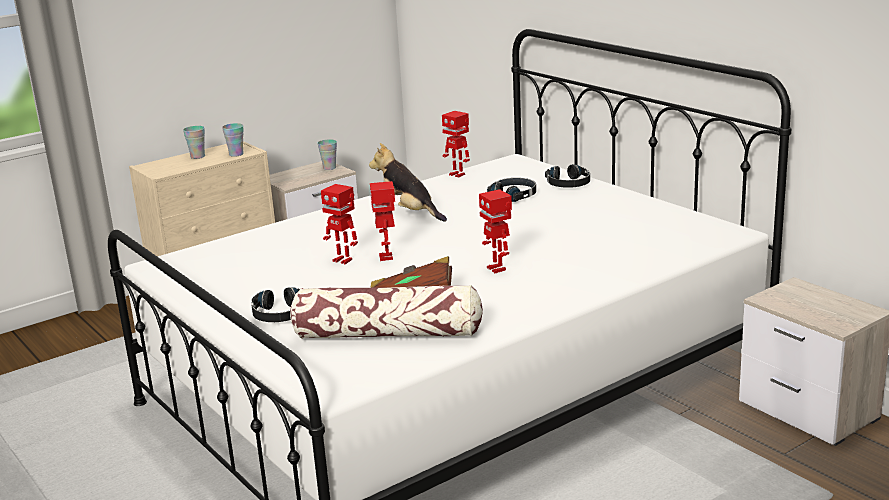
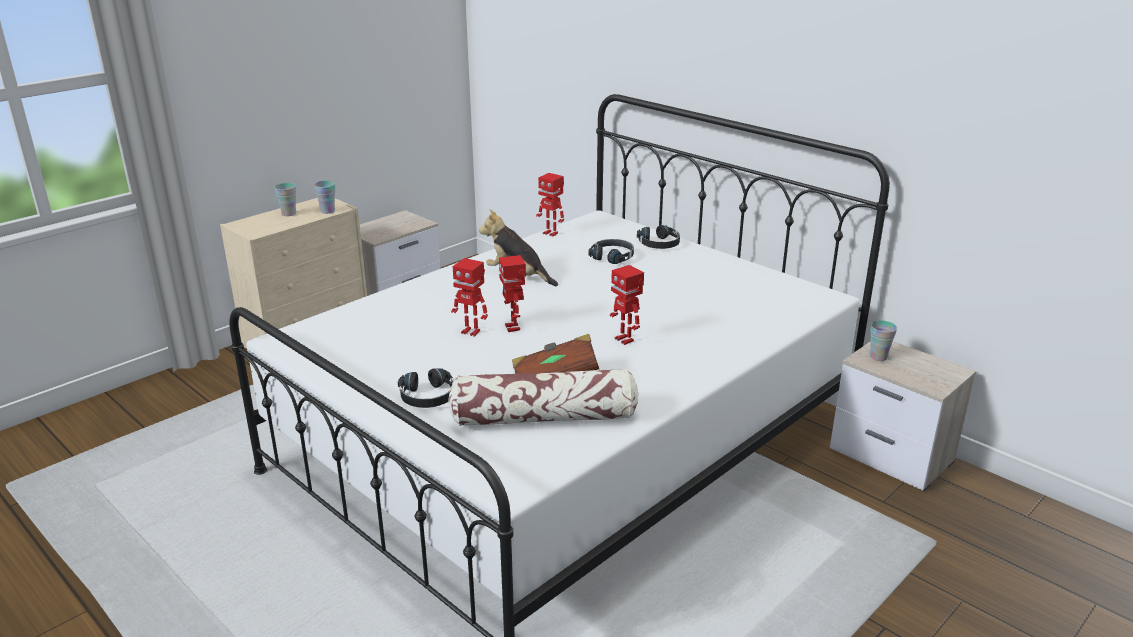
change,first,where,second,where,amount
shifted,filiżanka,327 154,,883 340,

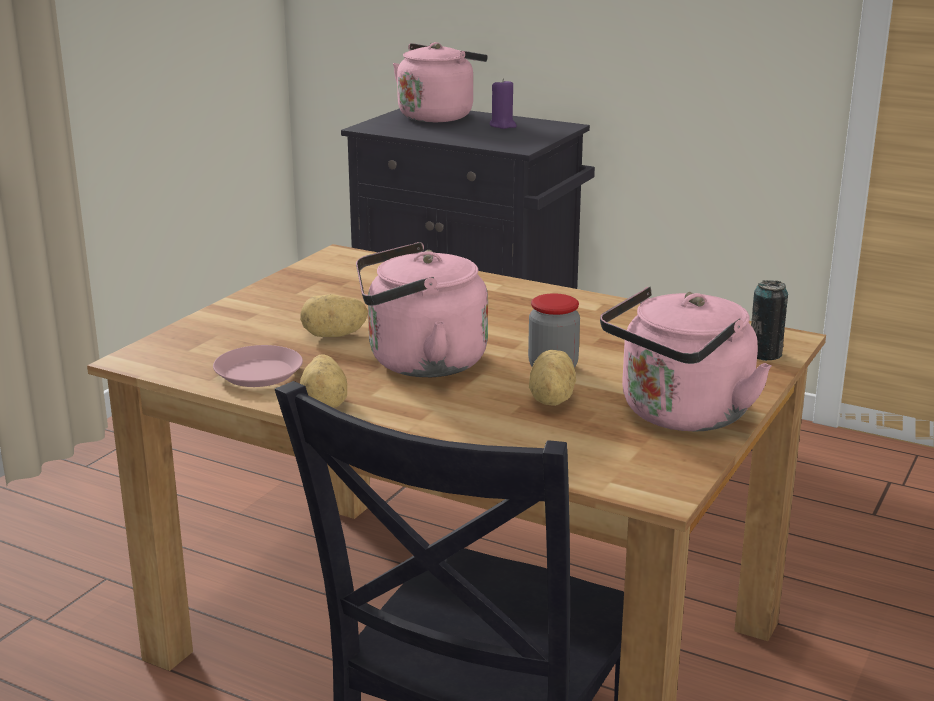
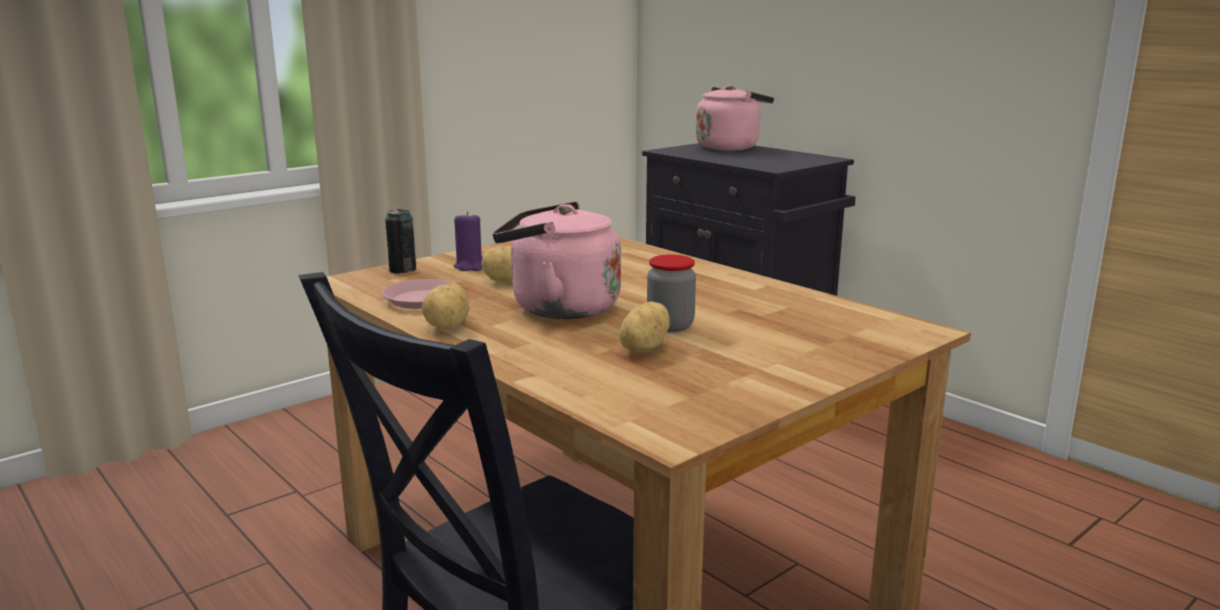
change,first,where,second,where,amount
shifted,świeca/fioletowy,503 103,,467 241,
gone,czajnik/różowy,685 358,,,
shifted,puszka,769 320,,400 241,

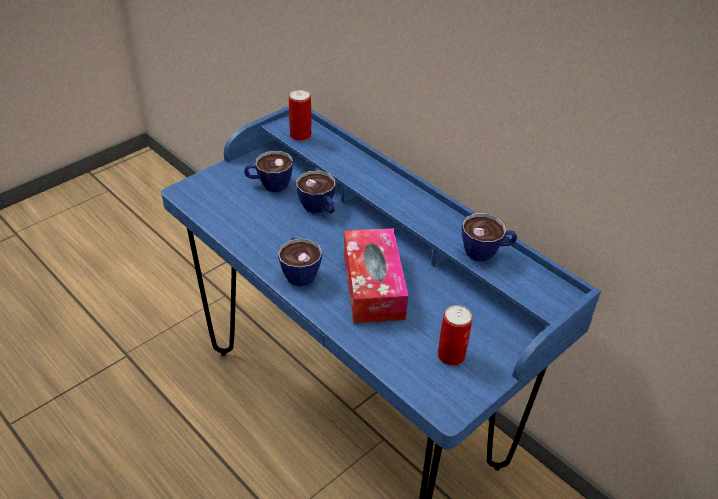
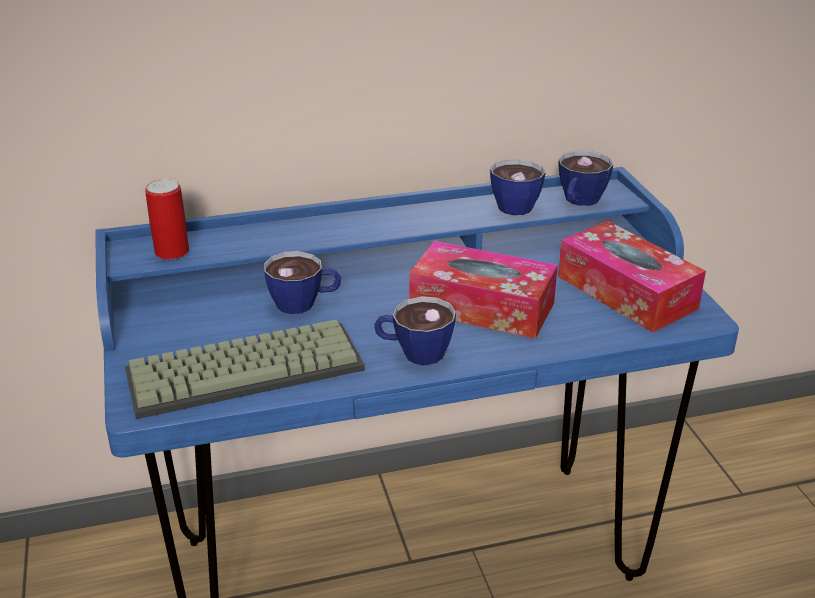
change,first,where,second,where,amount
shifted,filiżanka,268 171,,586 178,
swapped,puszka,455 335,pudełko chusteczek,632 276,
new,,,klawiatura,245 369,

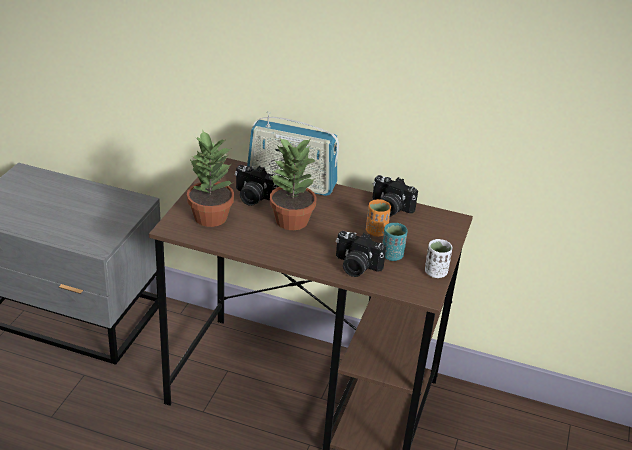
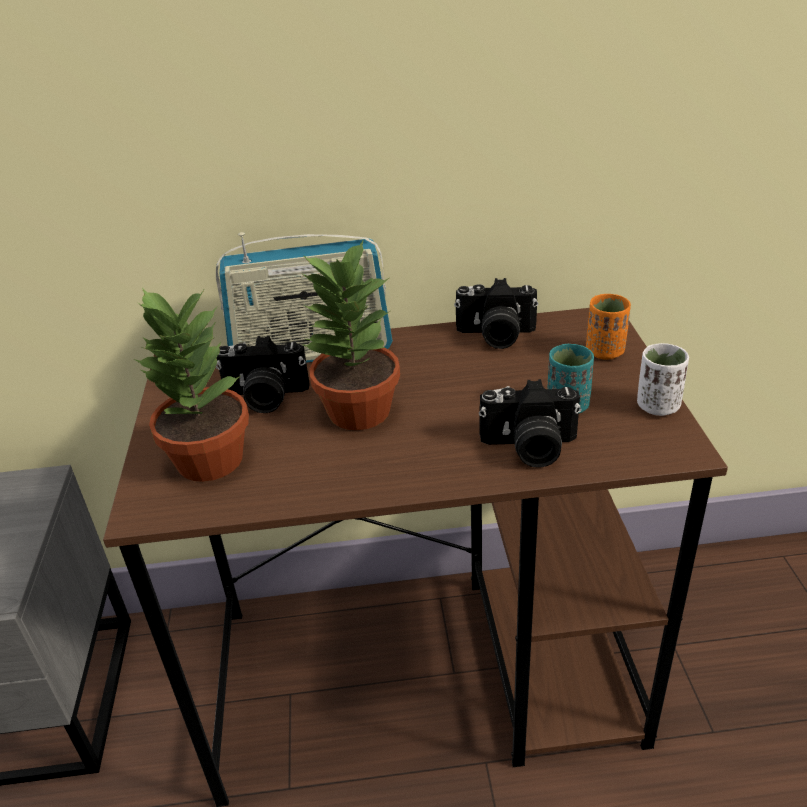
change,first,where,second,where,amount
shifted,filiżanka/pomarańczowy,378 218,,608 327,

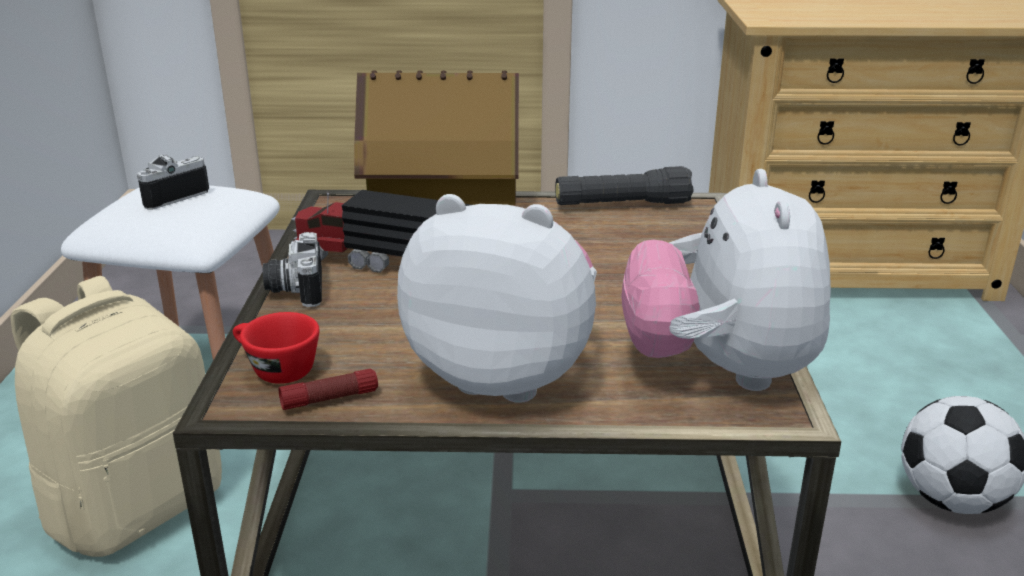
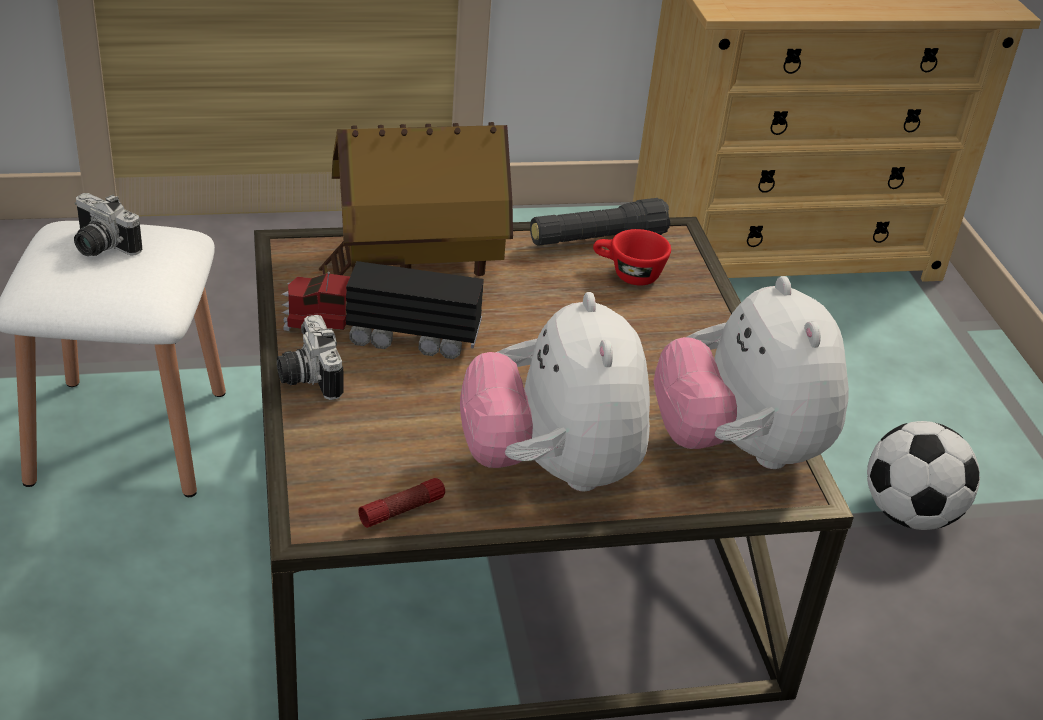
change,first,where,second,where,amount
gone,plecak/beżowy,116 416,,,
rotated,aparat fotograficzny,173 182,,108 224,90 degrees counterclockwise
shifted,filiżanka/czerwony,276 348,,632 257,
rotated,pluszak,497 298,,555 391,105 degrees counterclockwise

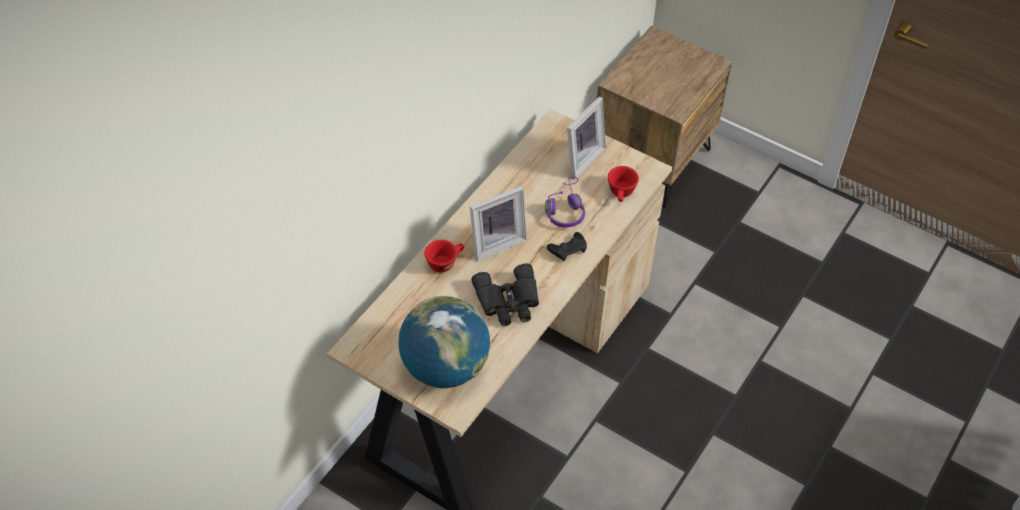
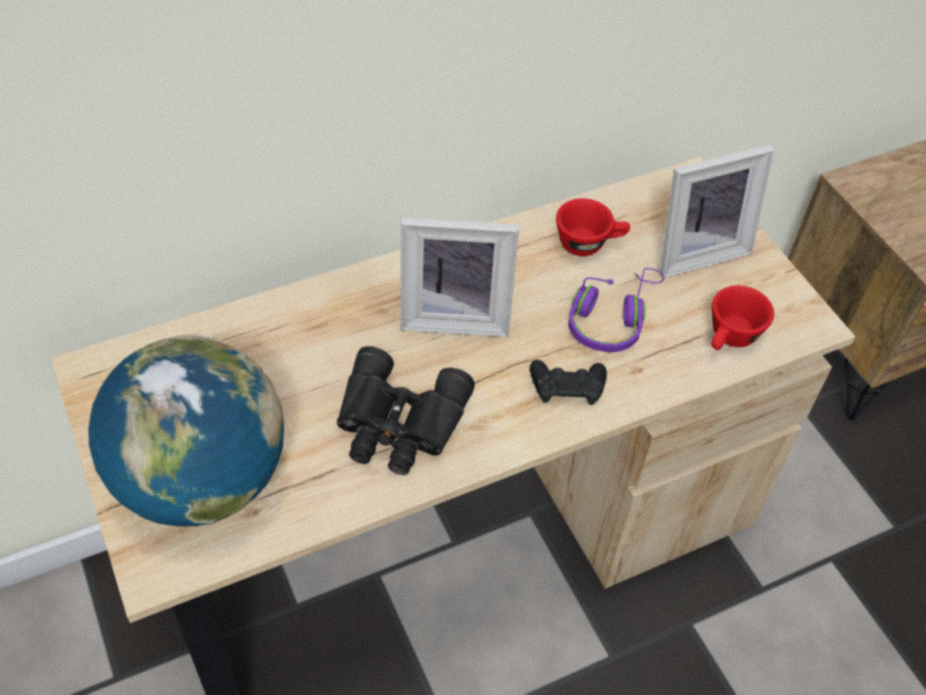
change,first,where,second,where,amount
shifted,filiżanka/czerwony,444 256,,593 227,

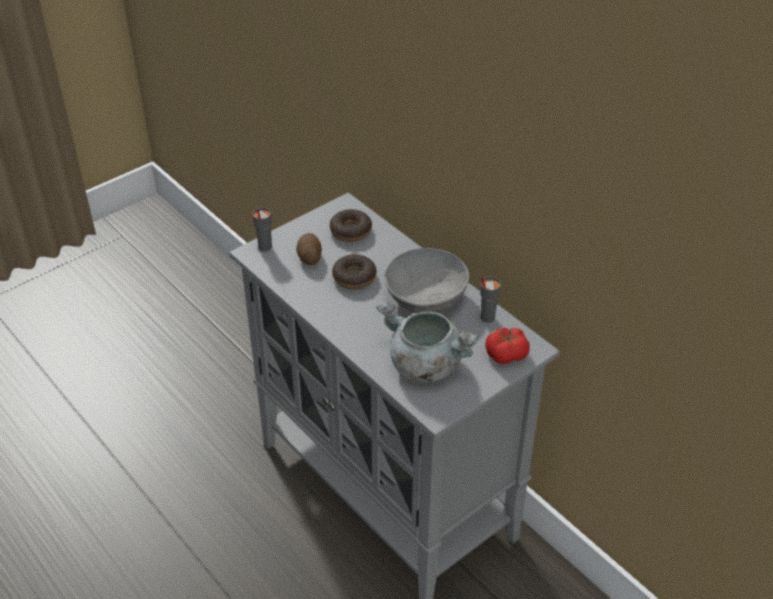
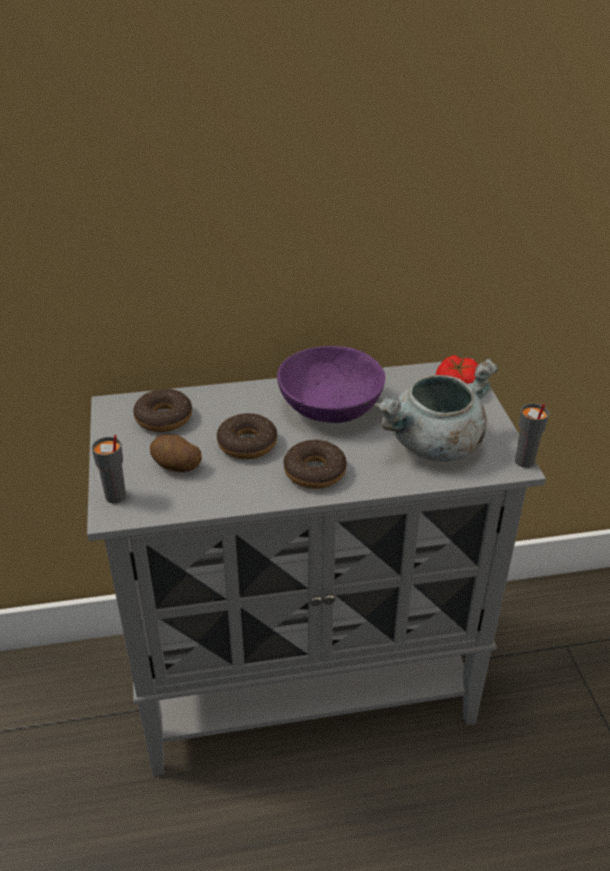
change,first,where,second,where,amount
repainted,miska/szary,426 280,miska/fioletowy,331 384,
shifted,filiżanka/szary,490 299,,532 435,
new,,,donut,315 464,

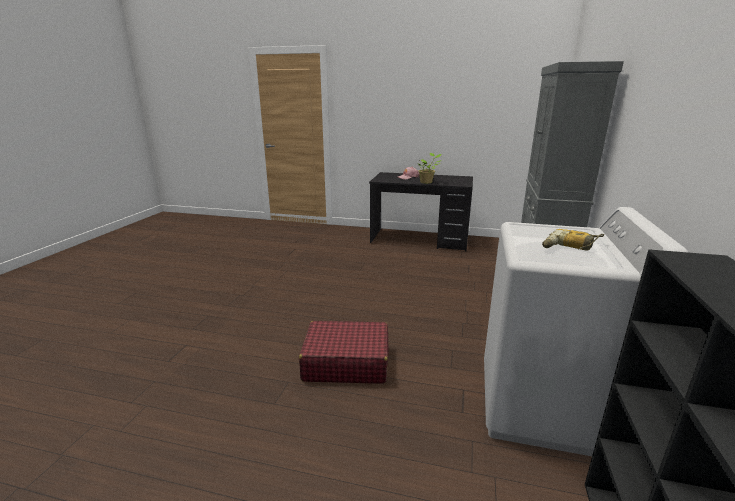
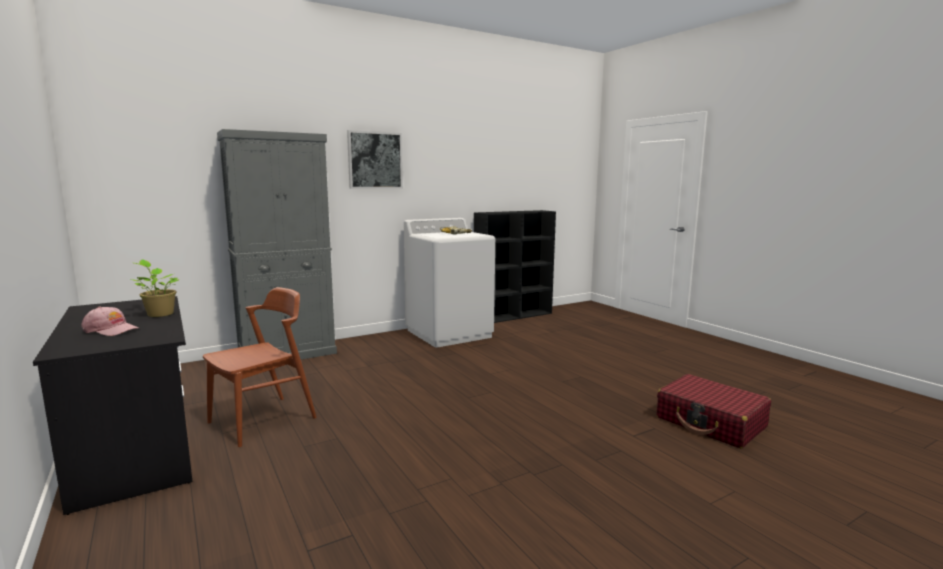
change,first,where,second,where,amount
shifted,walizka/czerwony,343 352,,713 411,
new,,,krzesło/brązowy,260 367,
new,,,obraz,375 159,

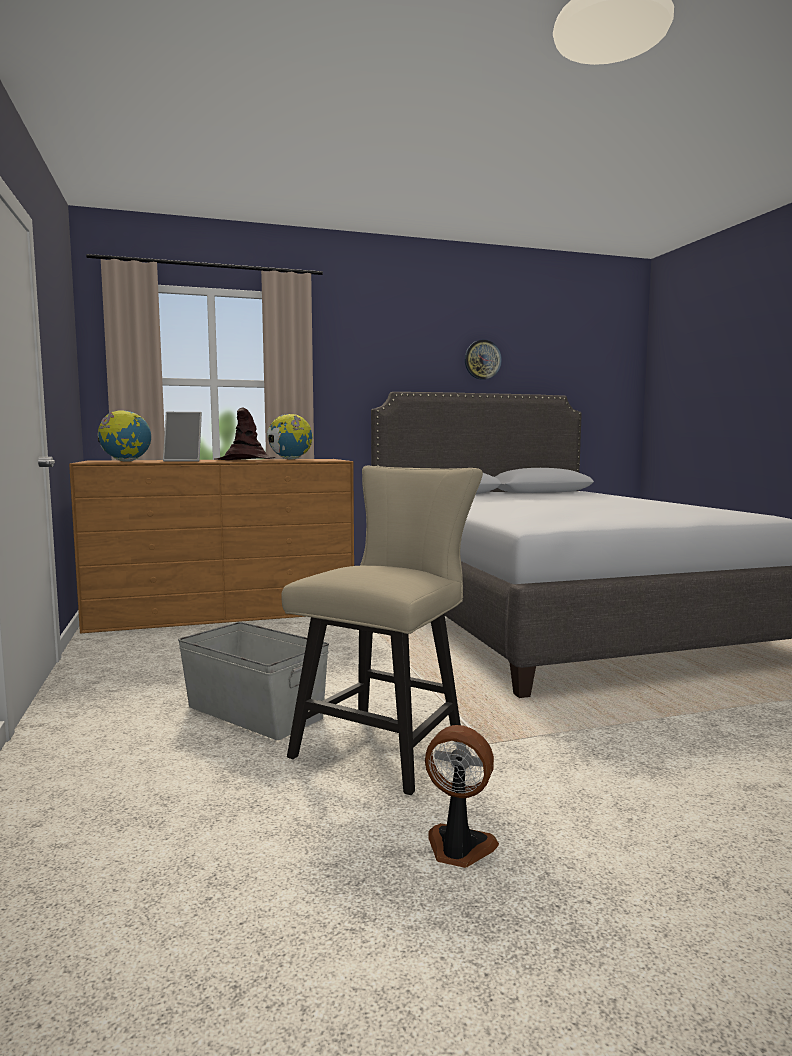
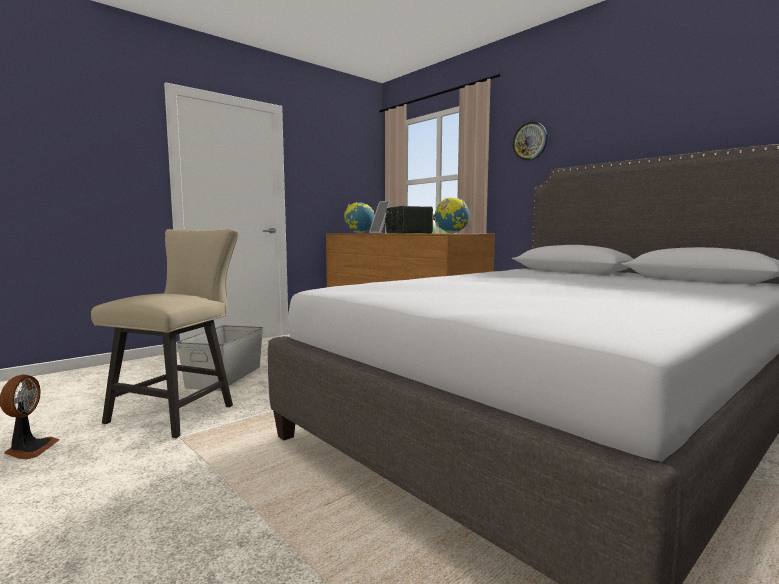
change,first,where,second,where,amount
swapped,kapelusz/brązowy,244 433,radio,409 219,
rotated,krzesło/beżowy,382 630,,165 333,75 degrees counterclockwise
shifted,zegar ścienny,483 359,,530 141,

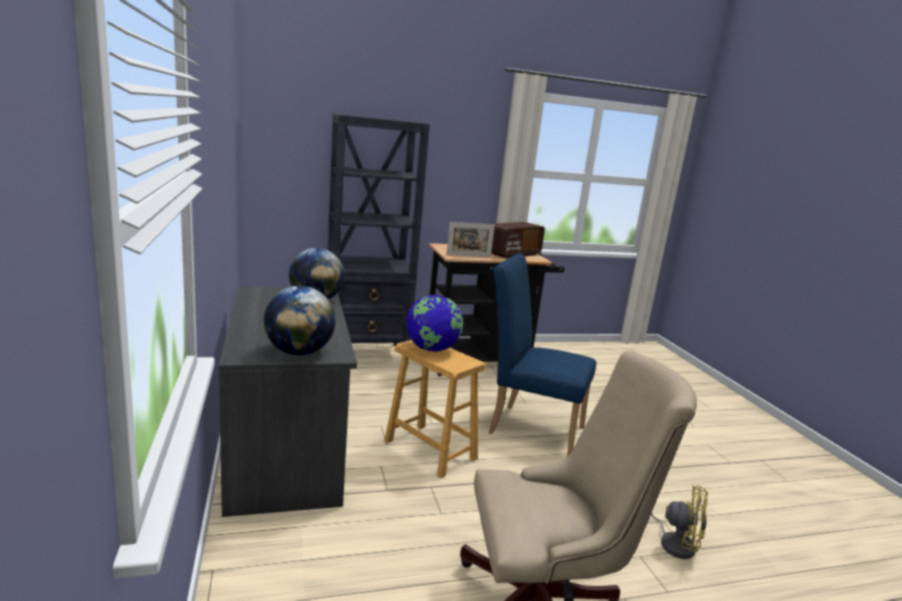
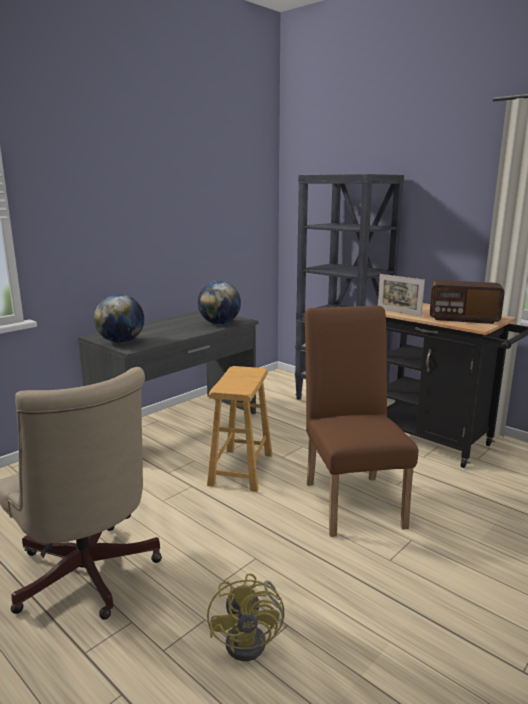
change,first,where,second,where,amount
gone,globus,434 323,,,
repainted,krzesło/niebieski,542 355,krzesło/brązowy,362 421,

